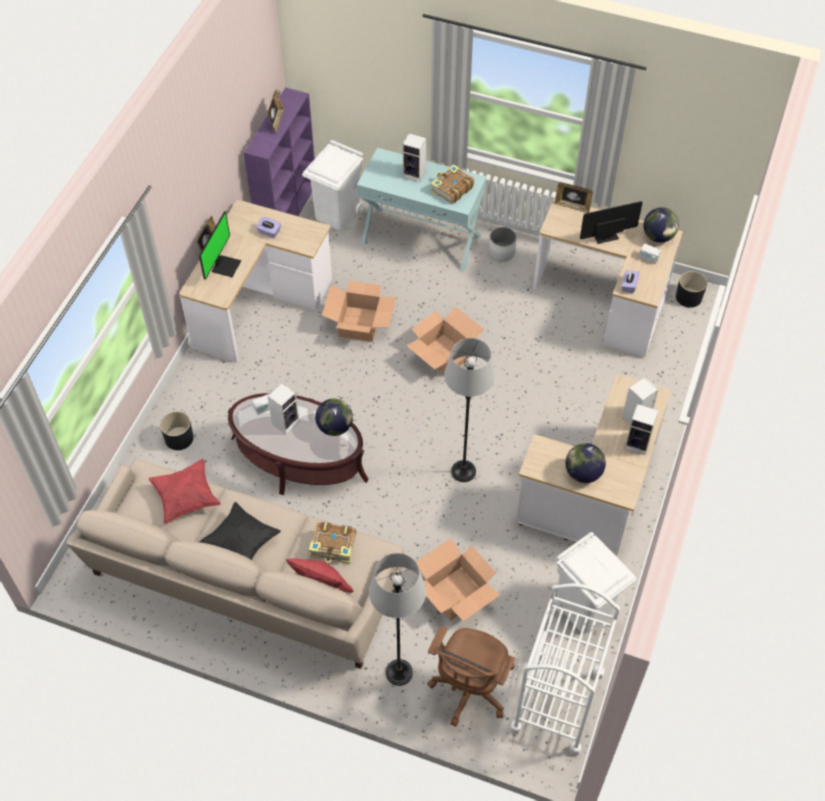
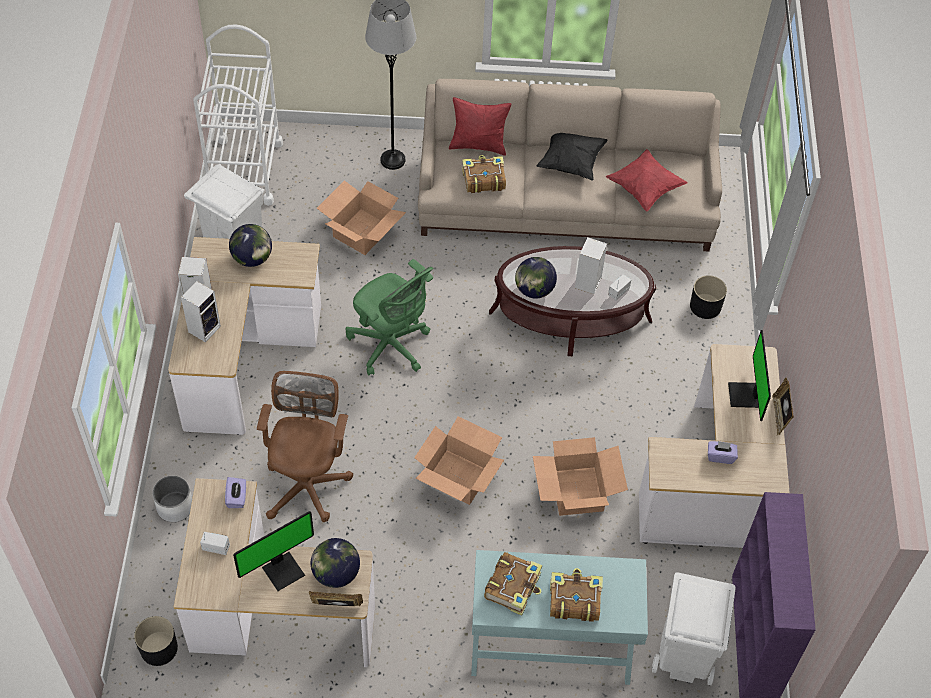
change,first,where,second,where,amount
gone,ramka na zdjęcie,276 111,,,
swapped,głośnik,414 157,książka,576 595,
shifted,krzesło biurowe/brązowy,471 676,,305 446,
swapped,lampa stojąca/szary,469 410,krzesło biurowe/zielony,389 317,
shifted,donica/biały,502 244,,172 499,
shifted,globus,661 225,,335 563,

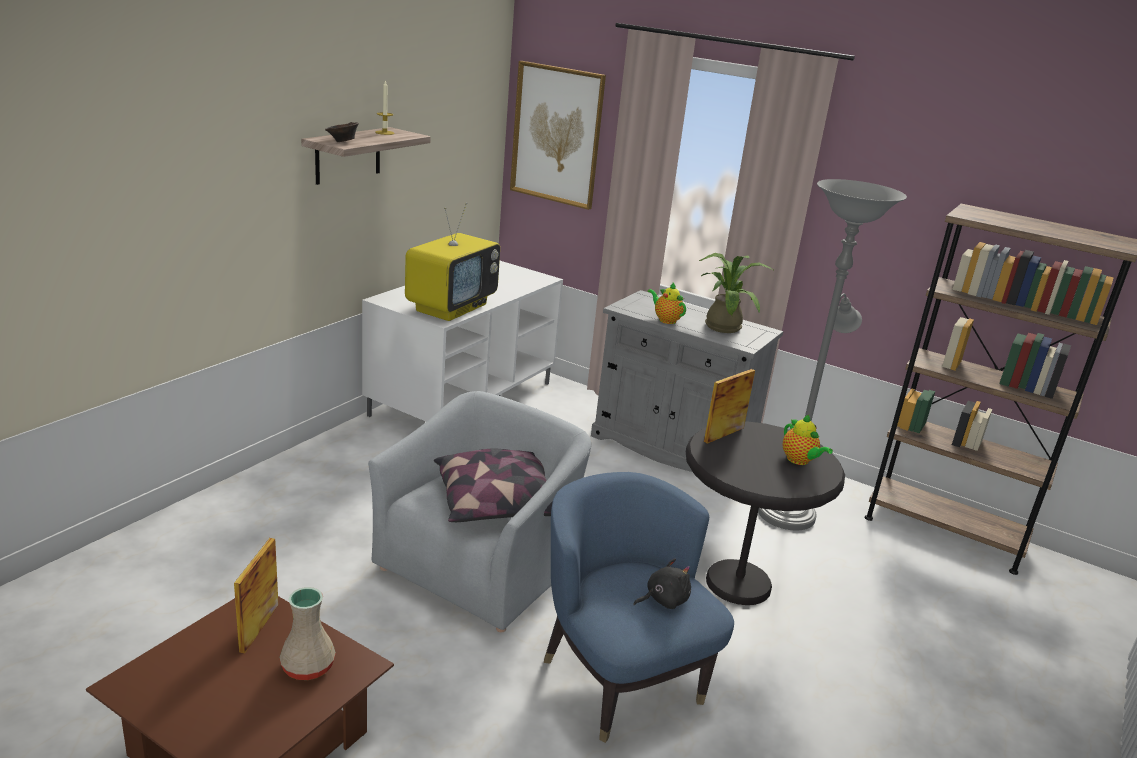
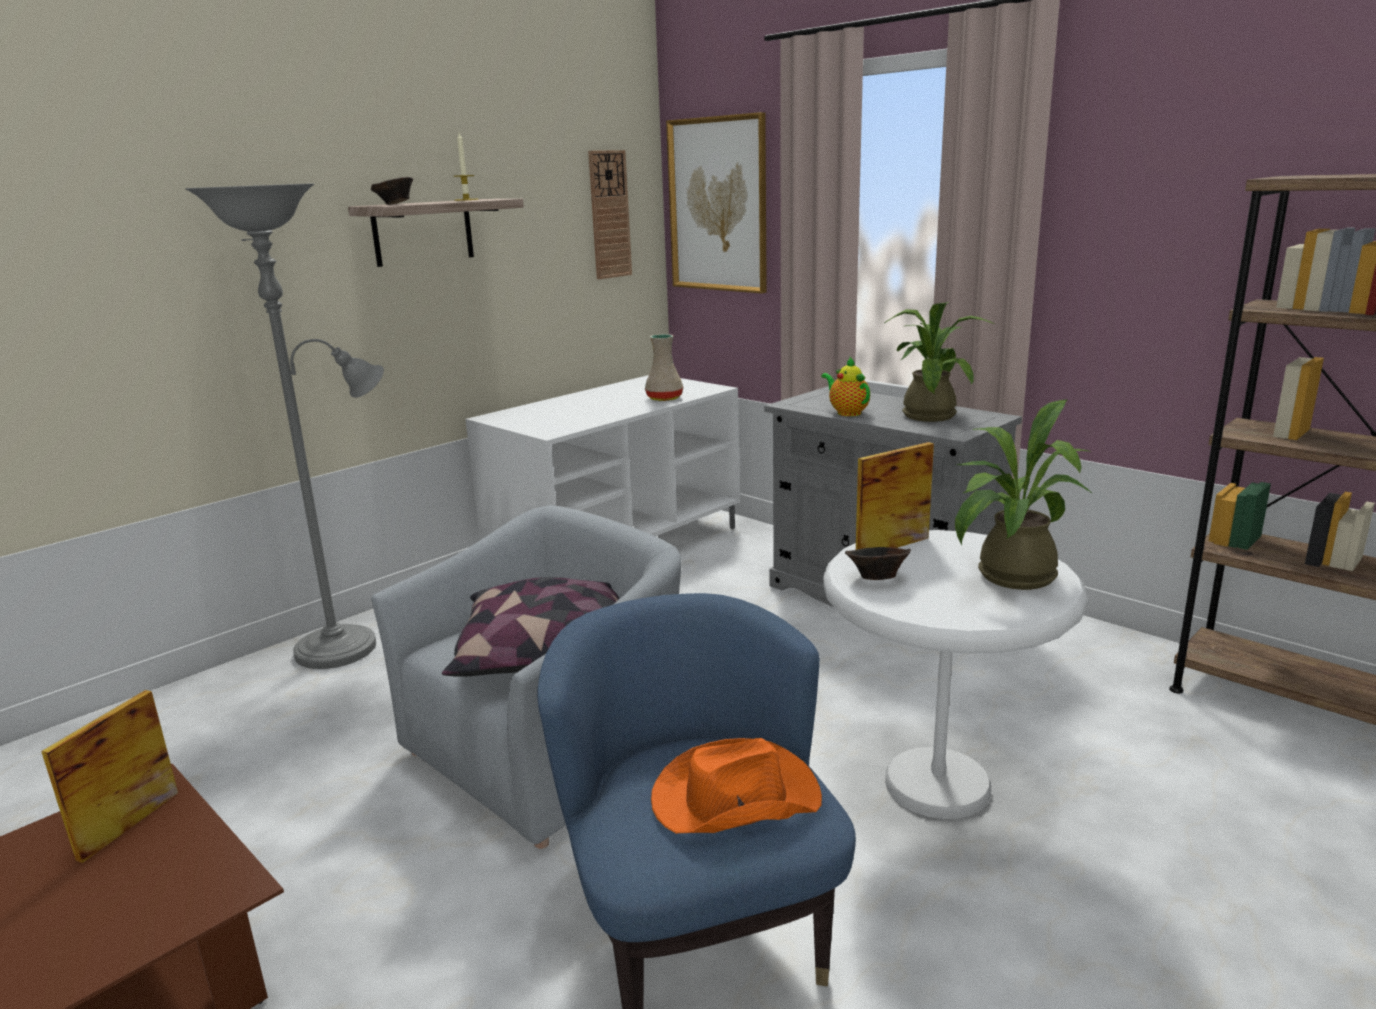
change,first,where,second,where,amount
shifted,wazon/beżowy,307 633,,664 367,
gone,telewizor,452 262,,,
swapped,pluszak/czarny,662 583,kapelusz/pomarańczowy,736 785,
repainted,stolik/czarny,765 513,stolik/biały,955 674,
shifted,lampa stojąca/szary,832 354,,284 426,
swapped,imbryk,808 440,roślina doniczkowa,1024 495,
new,,,zegar ścienny,610 214,
new,,,miska/brązowy,878 563,

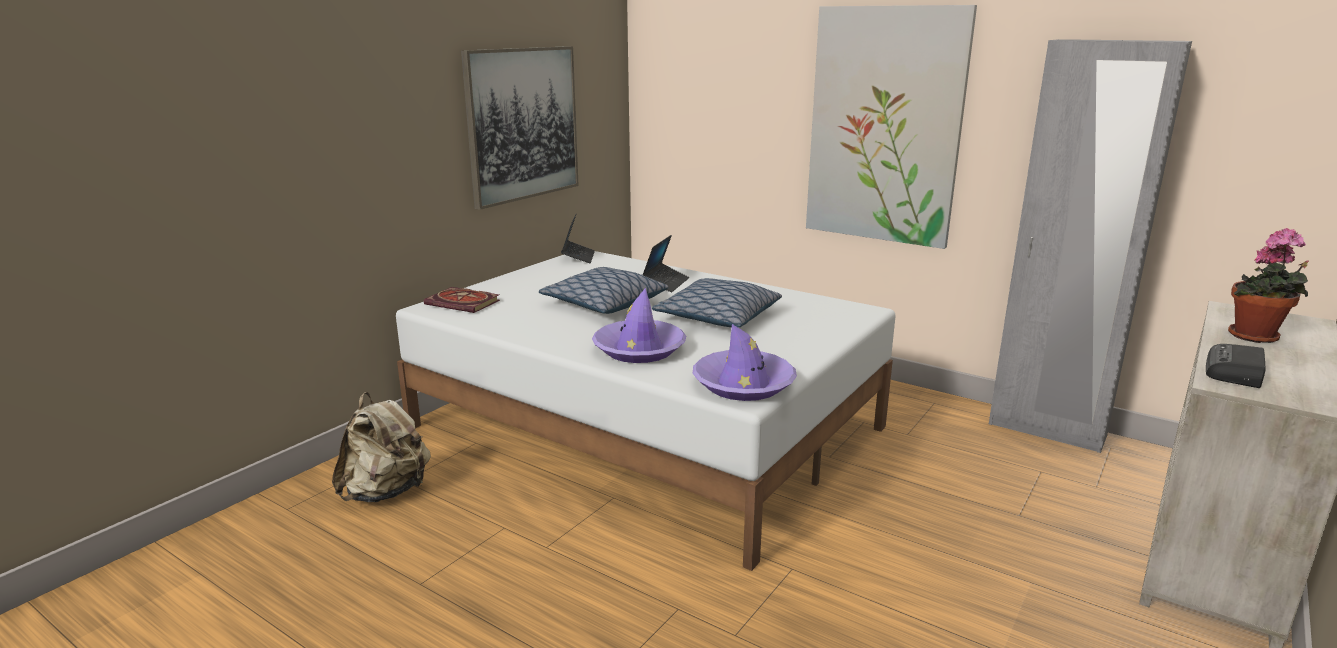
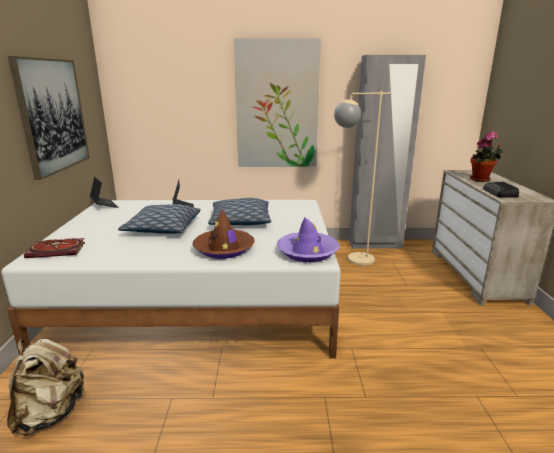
change,first,where,second,where,amount
repainted,kapelusz/fioletowy,639 325,kapelusz/brązowy,224 234,
new,,,lampa stojąca/beżowy,363 178,

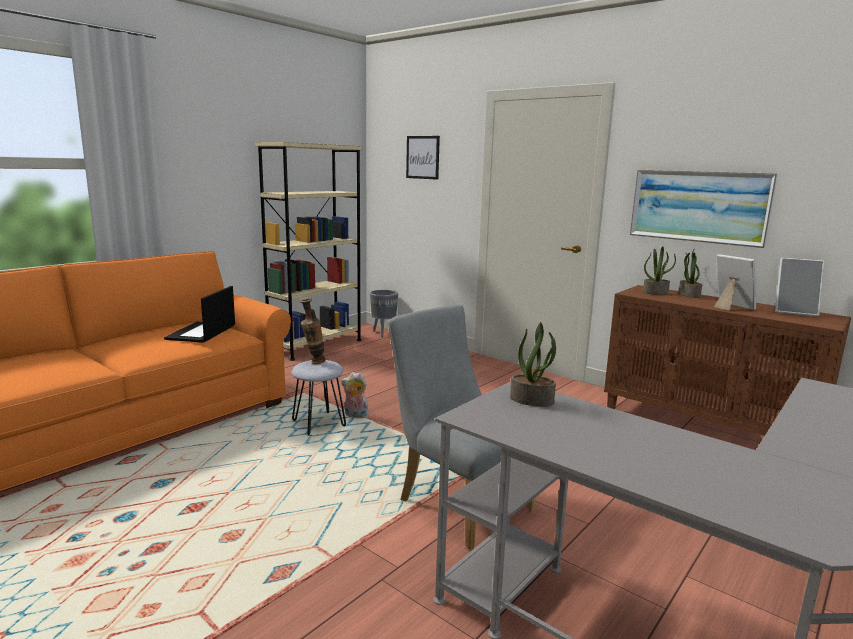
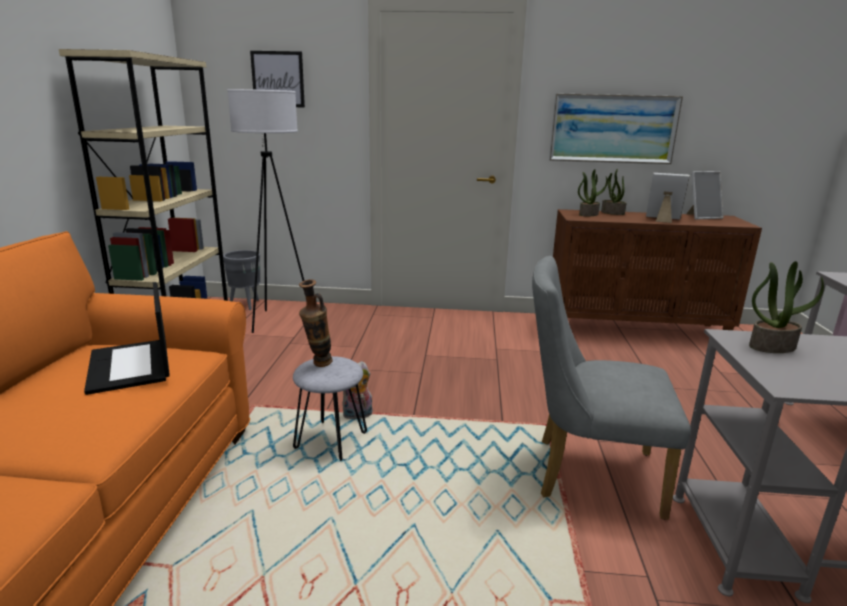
change,first,where,second,where,amount
new,,,lampa stojąca/biały,265 211,

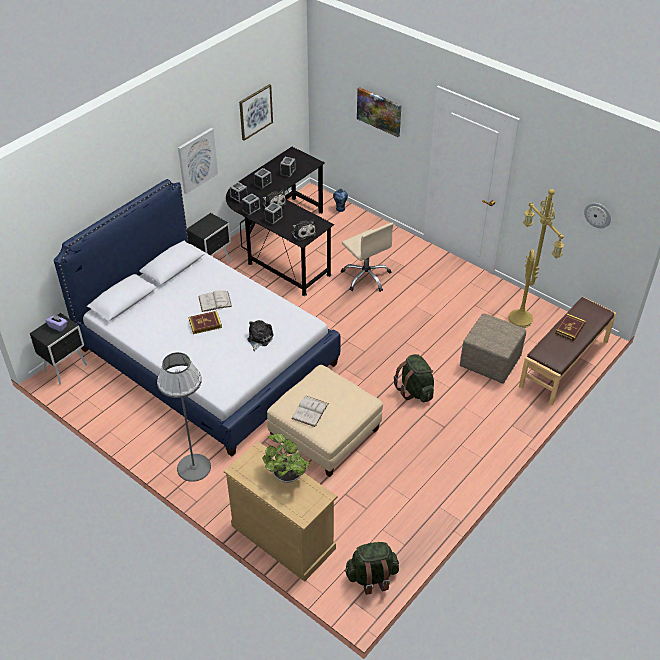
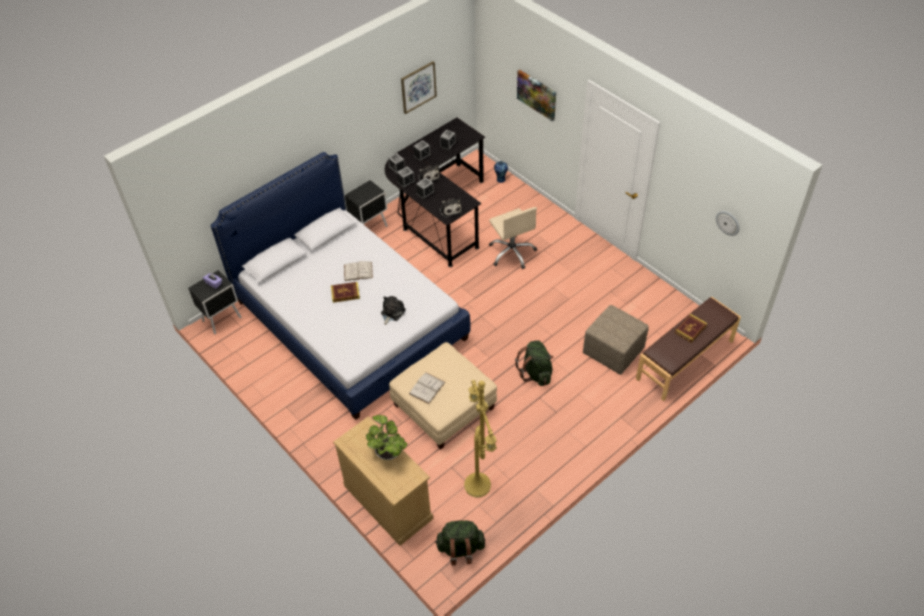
change,first,where,second,where,amount
gone,lampa stojąca/szary,184 417,,,
gone,obraz,198 161,,,
shifted,lampa stojąca/żółty,536 258,,480 439,

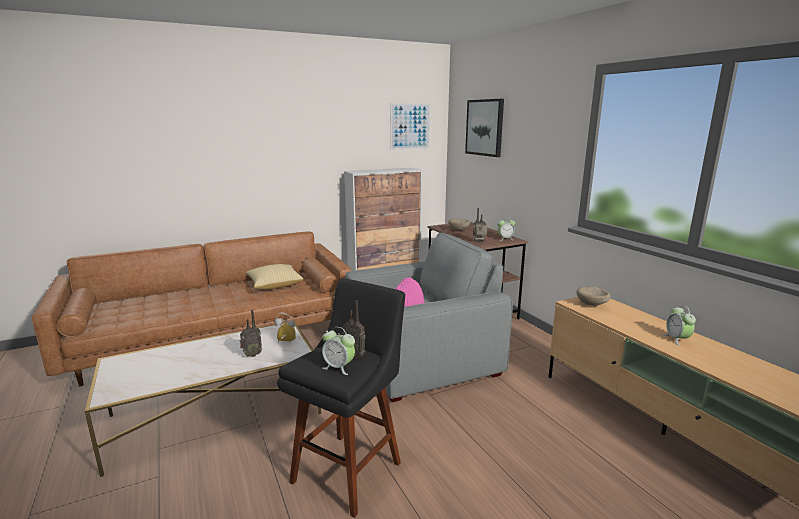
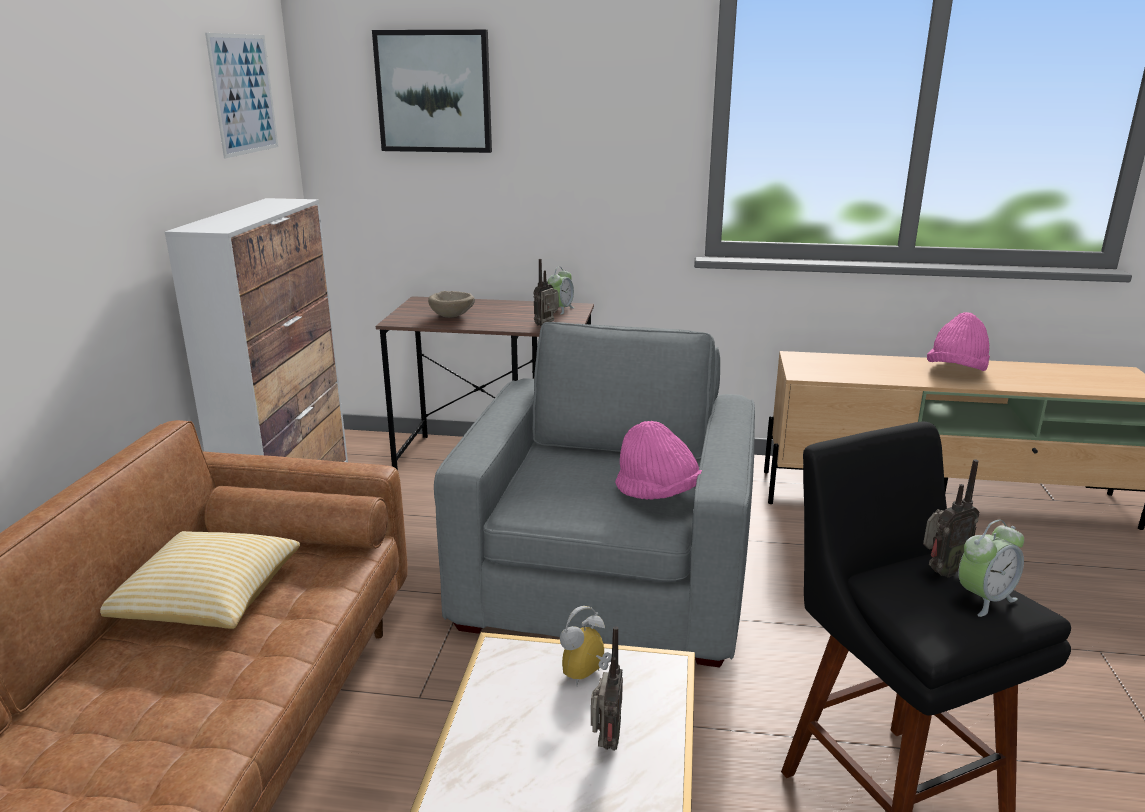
change,first,where,second,where,amount
gone,miska/beżowy,593 296,,,
swapped,budzik,680 325,kapelusz/różowy,958 341,

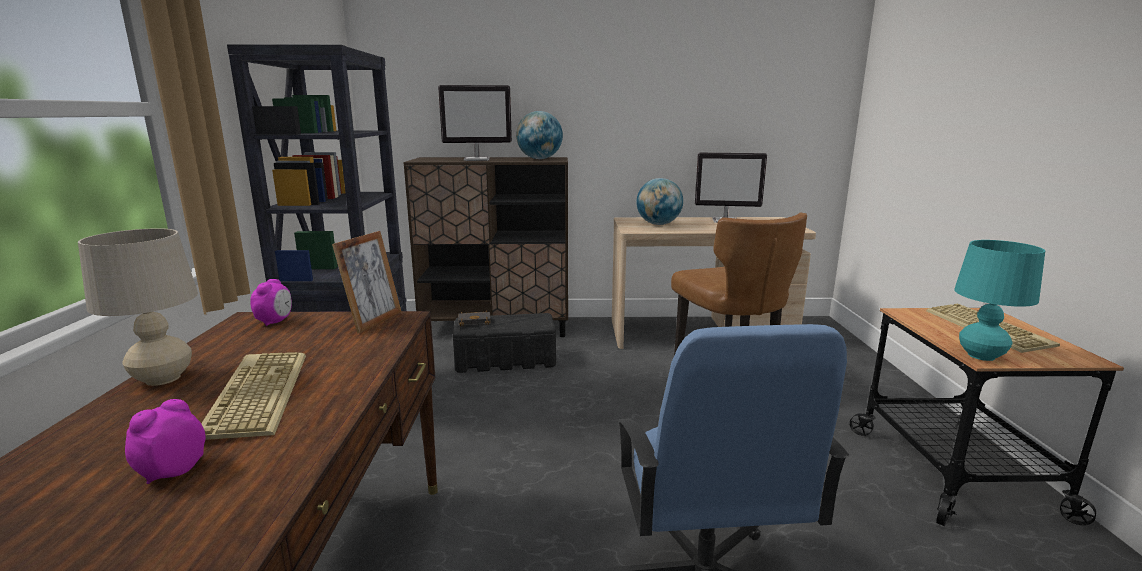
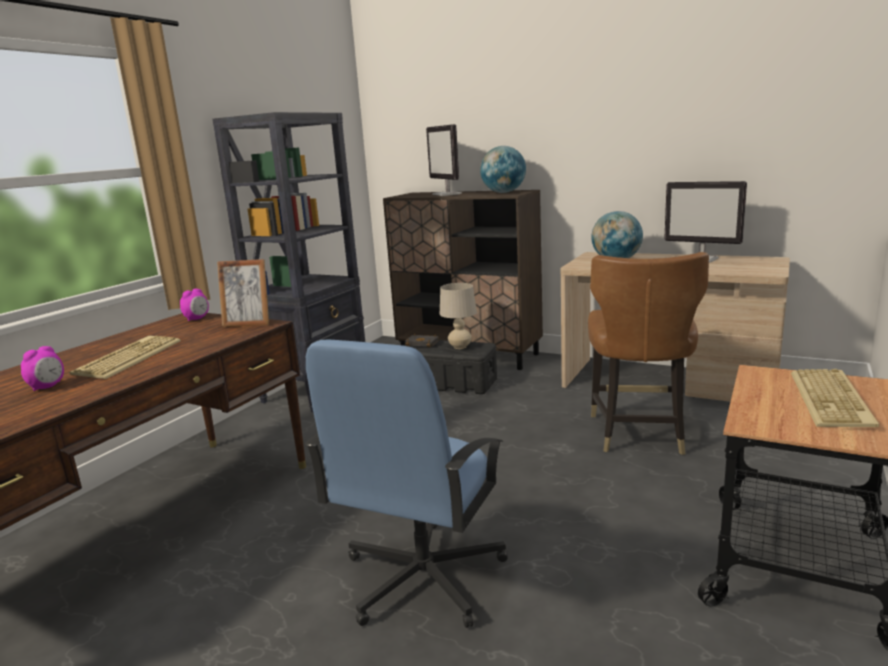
change,first,where,second,where,amount
shifted,lampa stołowa/beżowy,138 307,,458 316,
rotated,budzik,165 441,,42 368,150 degrees clockwise
rotated,ramka na zdjęcie,367 282,,243 293,45 degrees clockwise
rotated,monitor,475 123,,444 160,45 degrees clockwise
gone,lampa stołowa/turkusowy,999 300,,,

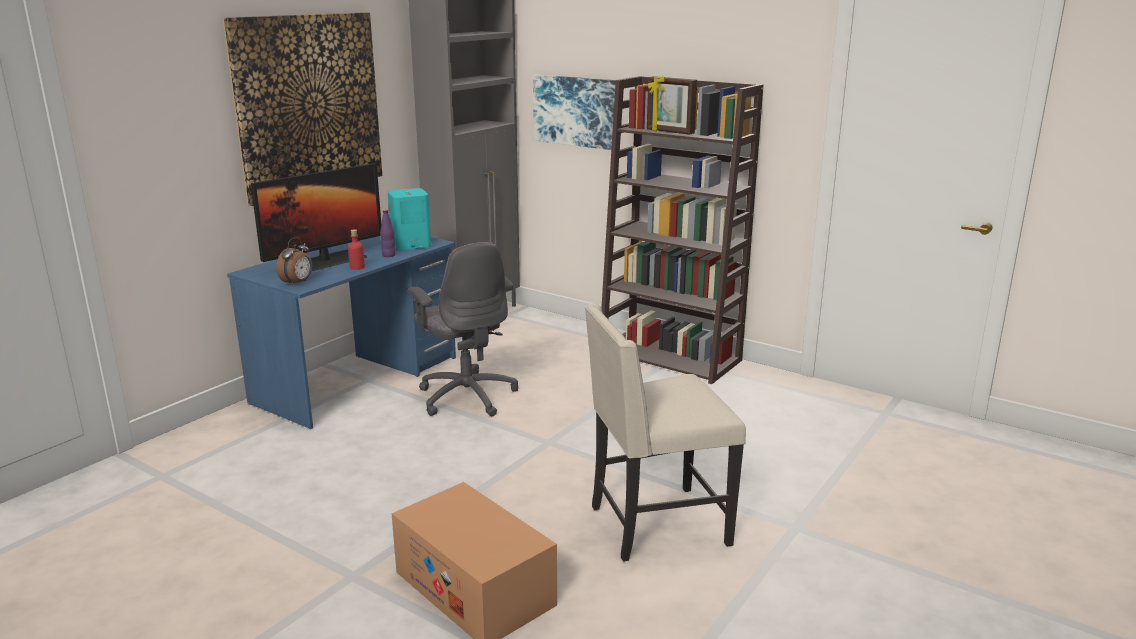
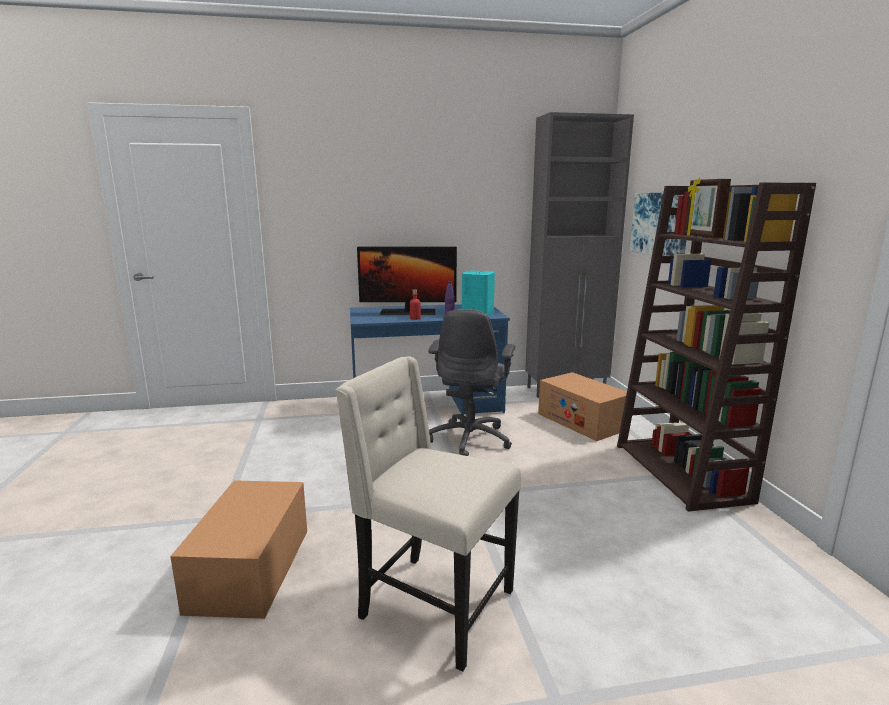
change,first,where,second,where,amount
gone,obraz,302 109,,,
gone,budzik,294 261,,,
new,,,karton,582 406,

